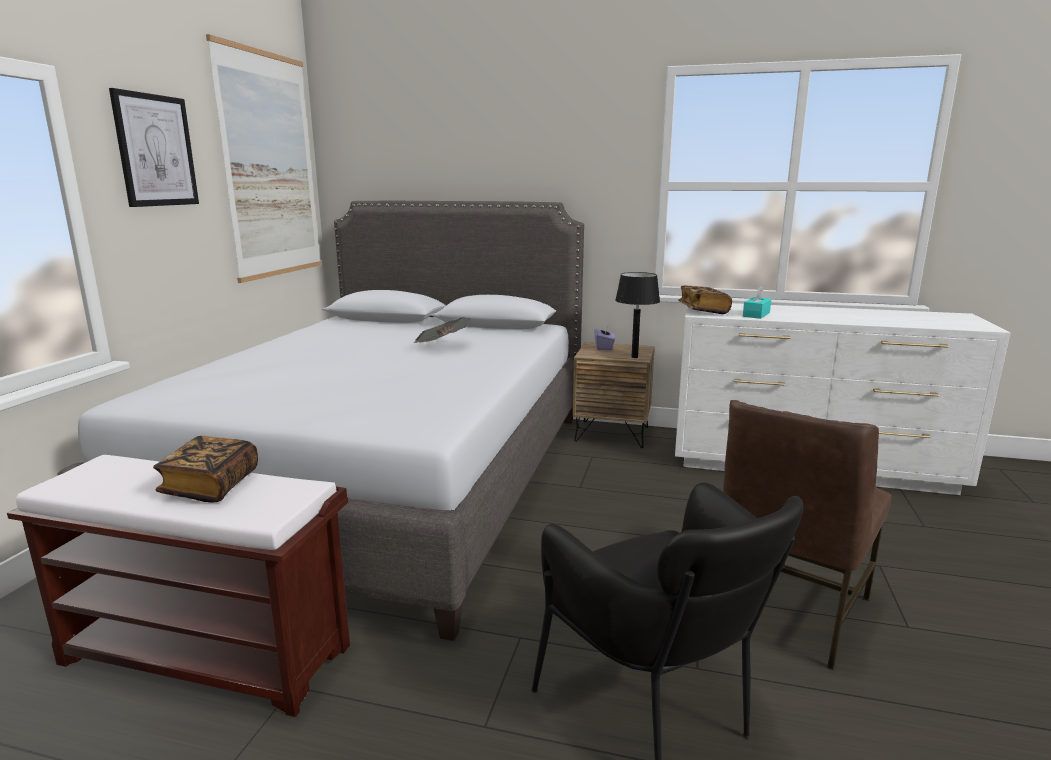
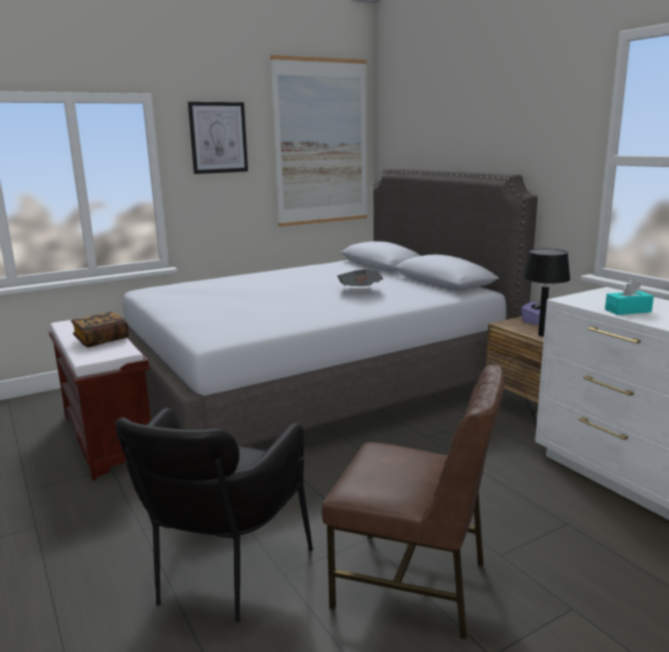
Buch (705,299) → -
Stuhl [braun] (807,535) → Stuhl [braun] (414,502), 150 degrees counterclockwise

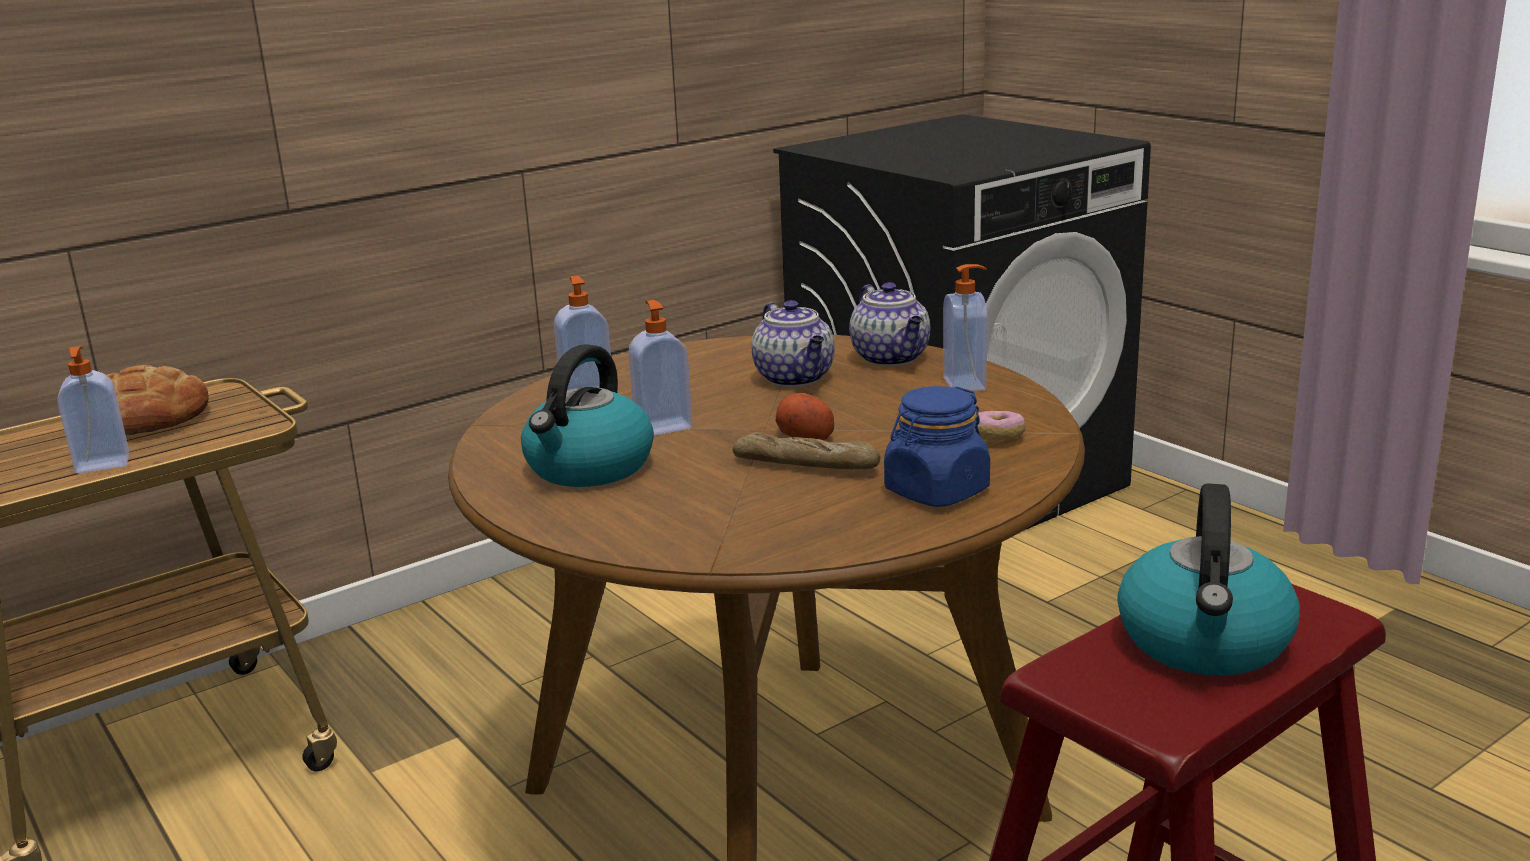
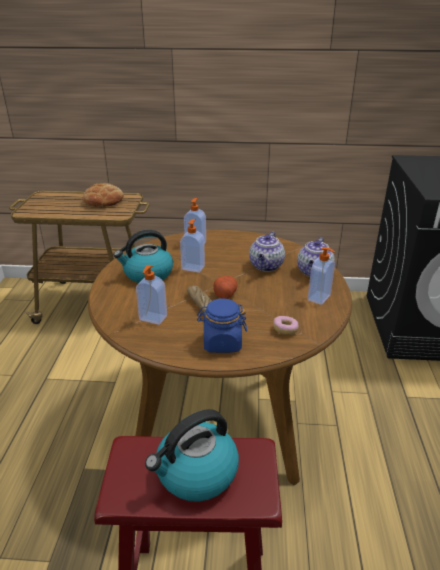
Seifenspender (93,410) → Seifenspender (151,295), move

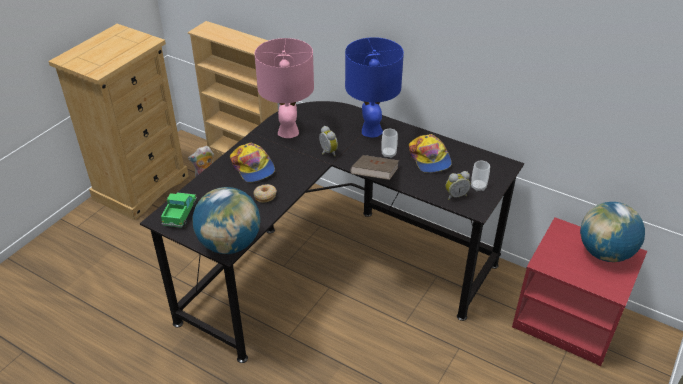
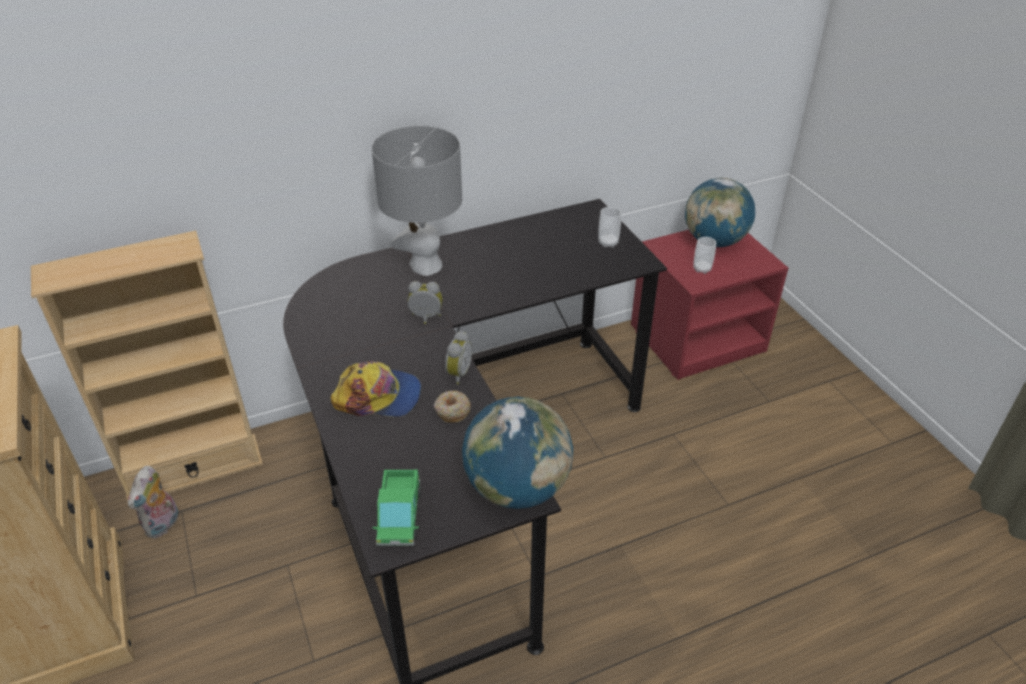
Spielzeuglaster (179,210) → Spielzeuglaster (397,508), 135 degrees counterclockwise
Tischlampe [rosa] (284,88) → -
Tischlampe [blau] (374,87) → Tischlampe [grau] (416,200)
Buch [braun] (374,167) → -
Tasse (390,143) → Tasse (704,255), move
Kappe (430,153) → -
Wecker (458,185) → Wecker (458,358), move

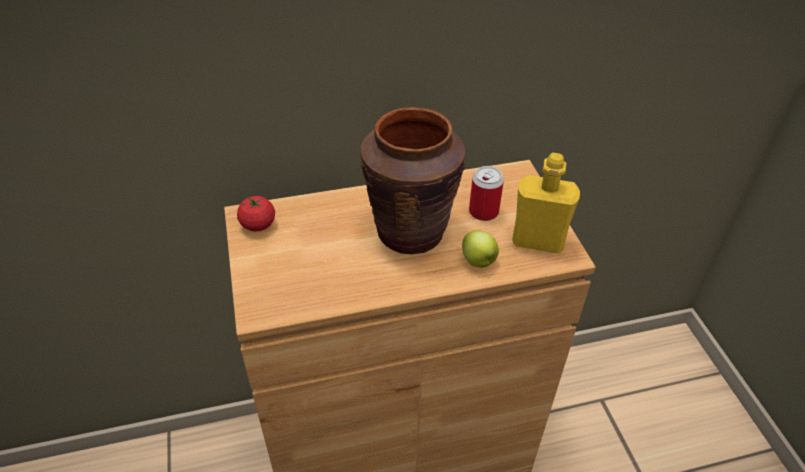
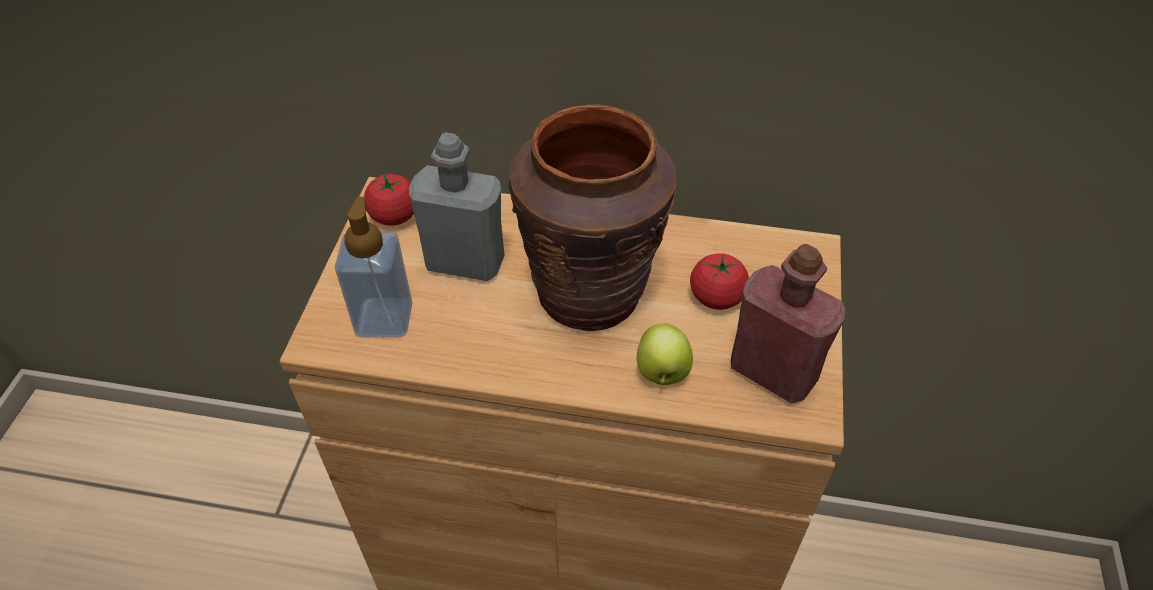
Dose (486,193) → Tomate (719,281)
Flasche [gelb] (546,203) → Flasche [rot] (788,324)
- → Seifenspender (373,267)
- → Flasche [grau] (456,206)

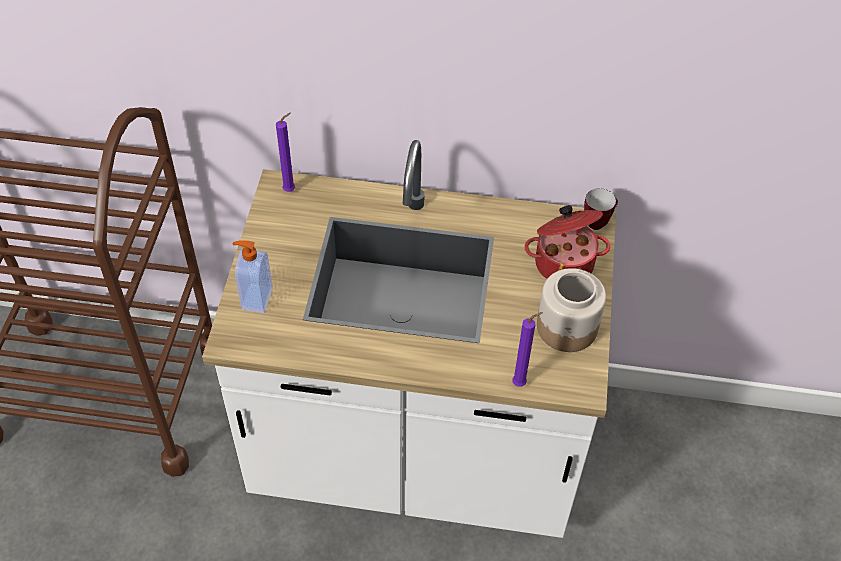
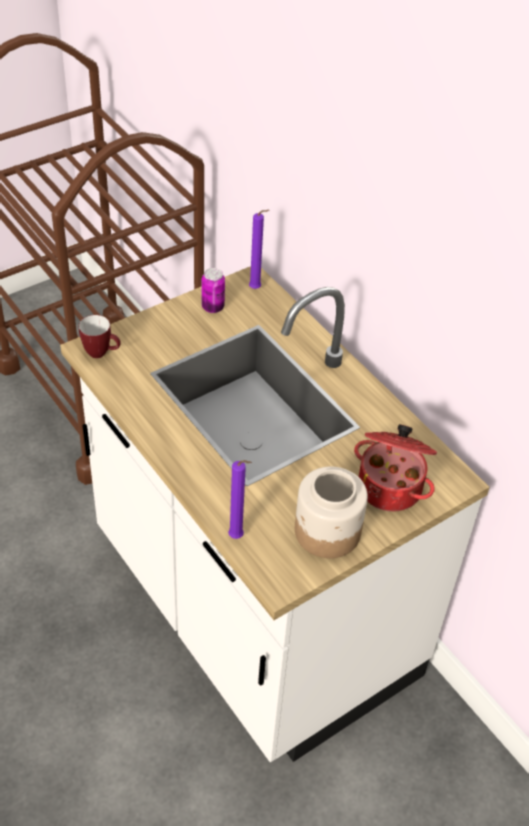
Seifenspender (252,277) → -
Henkelbecher (601,209) → Henkelbecher (100,336), move
- → Dose (213,290)

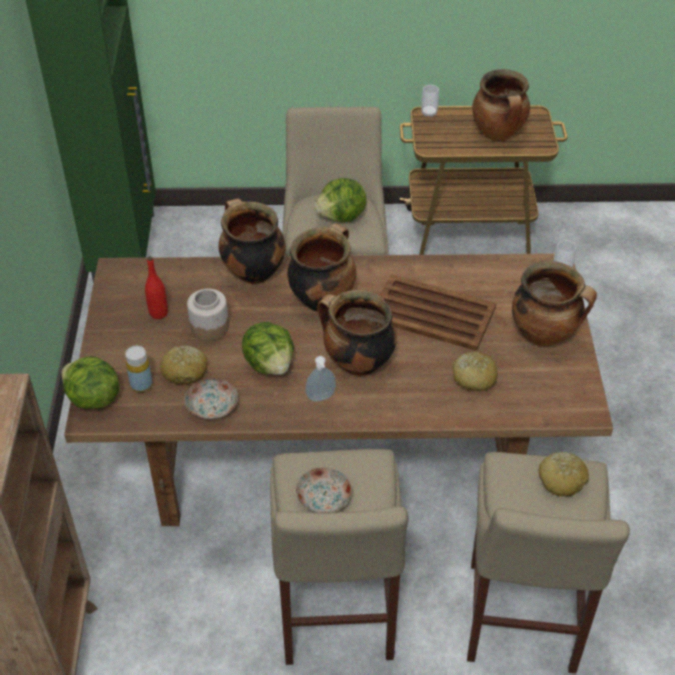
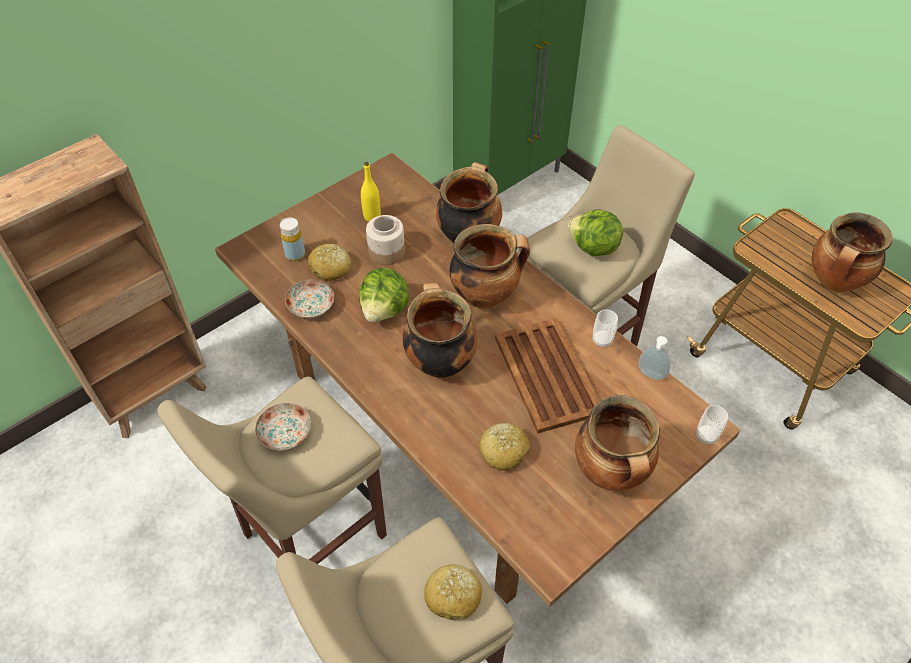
Salatkopf (91,382) → -
Flasche [rot] (156,288) → Flasche [gelb] (371,192)
Seifenspender (320,379) → Seifenspender (655,358), move
Tasse (430,101) → Tasse (605,328), move

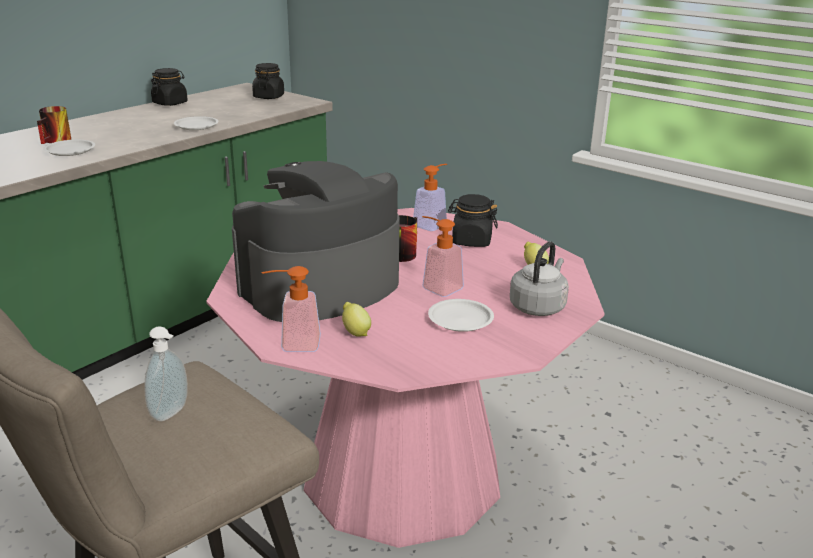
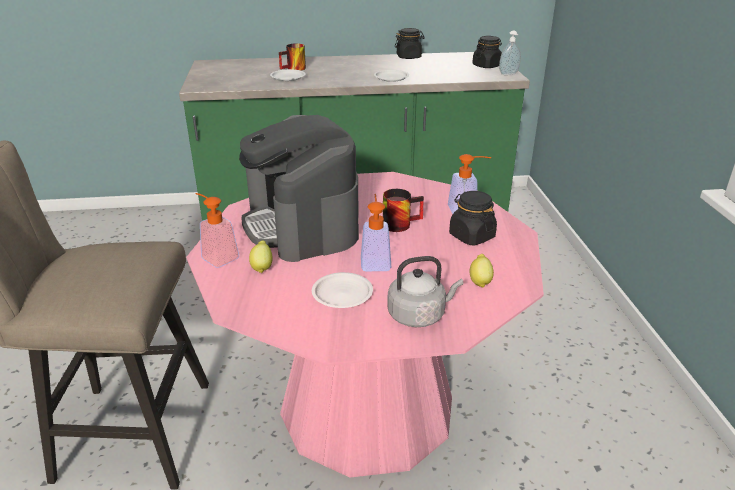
Seifenspender (166,373) → Seifenspender (510,53), move
Kaffeemaschine (316,241) → Kaffeemaschine (299,188), 120 degrees counterclockwise

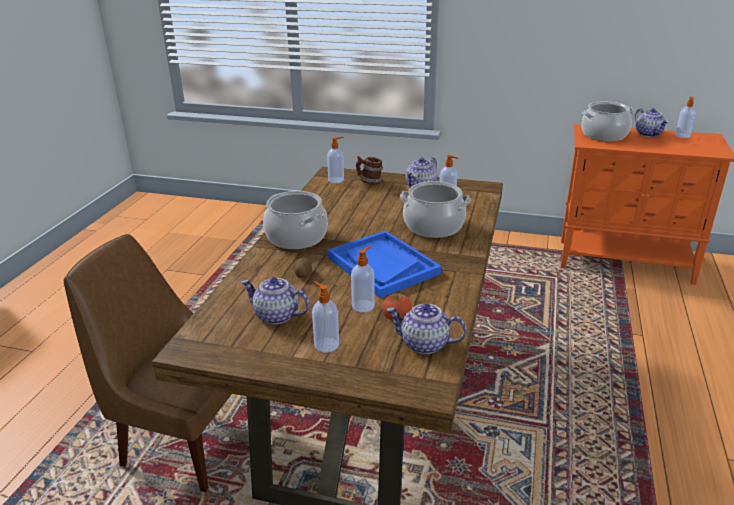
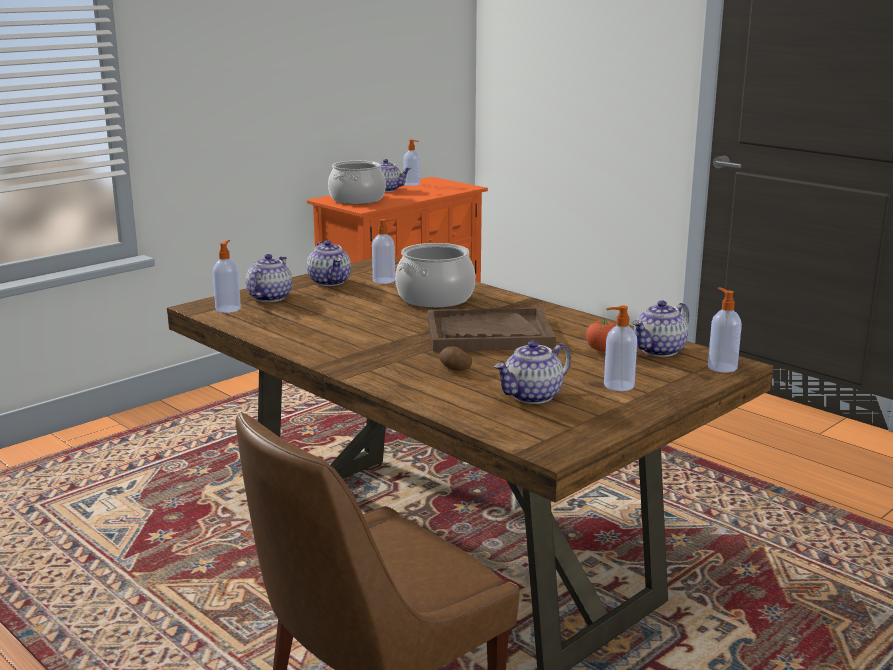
Kochtopf (295,220) → -
Tablett [blau] (384,264) → Tablett [braun] (492,329)
Seifenspender (363,279) → Seifenspender (725,330), move
Henkelbecher (369,170) → Teekanne (269,278)

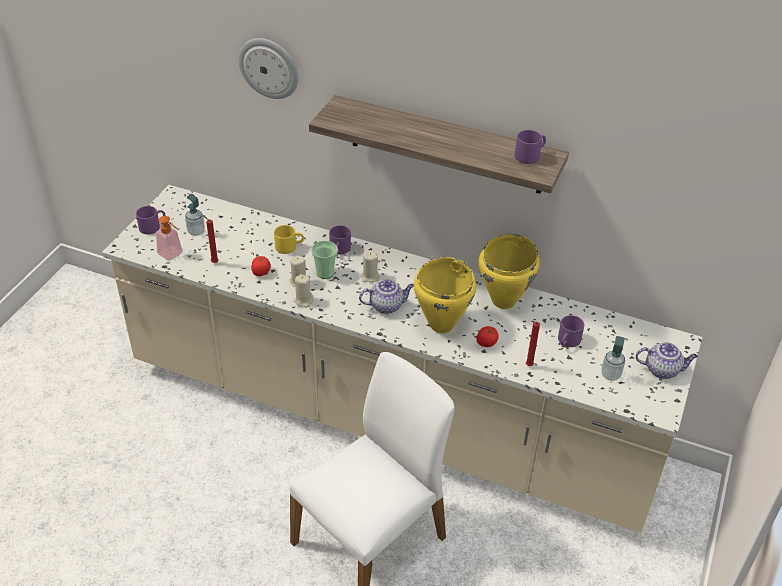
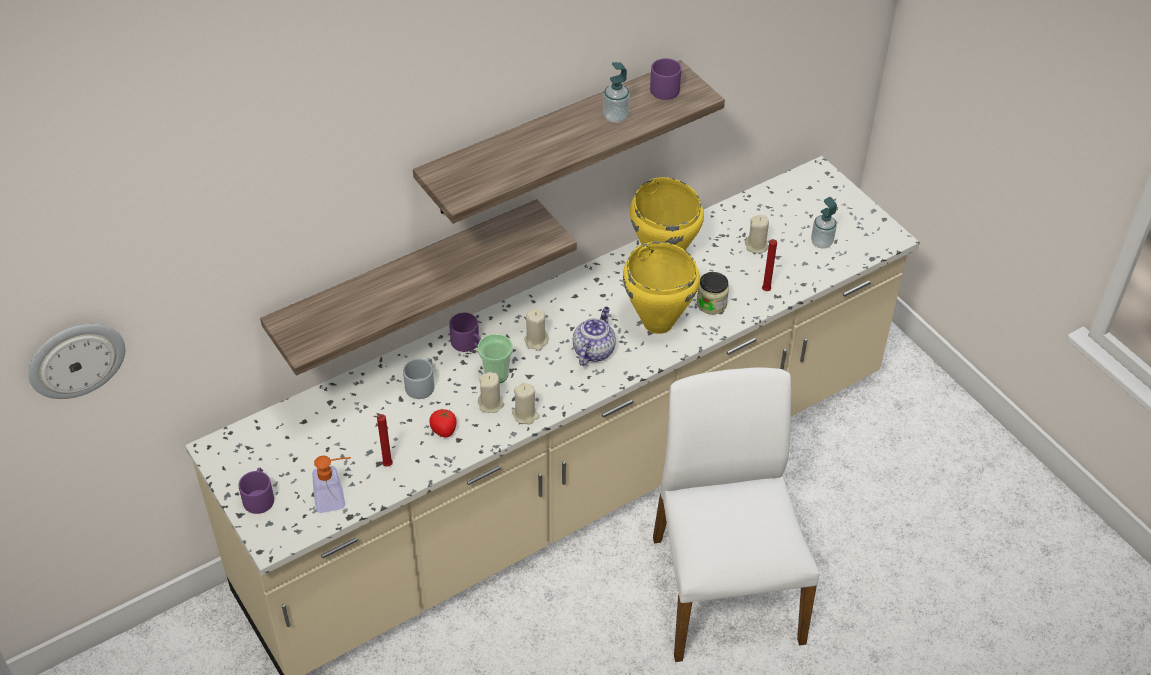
Seifenspender (195,215) → Seifenspender (616,92), move
Wanduhr (268,68) → Wanduhr (76,361), move
Henkelbecher [gelb] (289,239) → Henkelbecher [grau] (418,378)
Tomate (487,336) → Vorratsglas (713,293)
Henkelbecher [lila] (571,331) → Kerze [beige] (757,234)
Teekanne (666,360) → -
- → Wandregal (418,287)

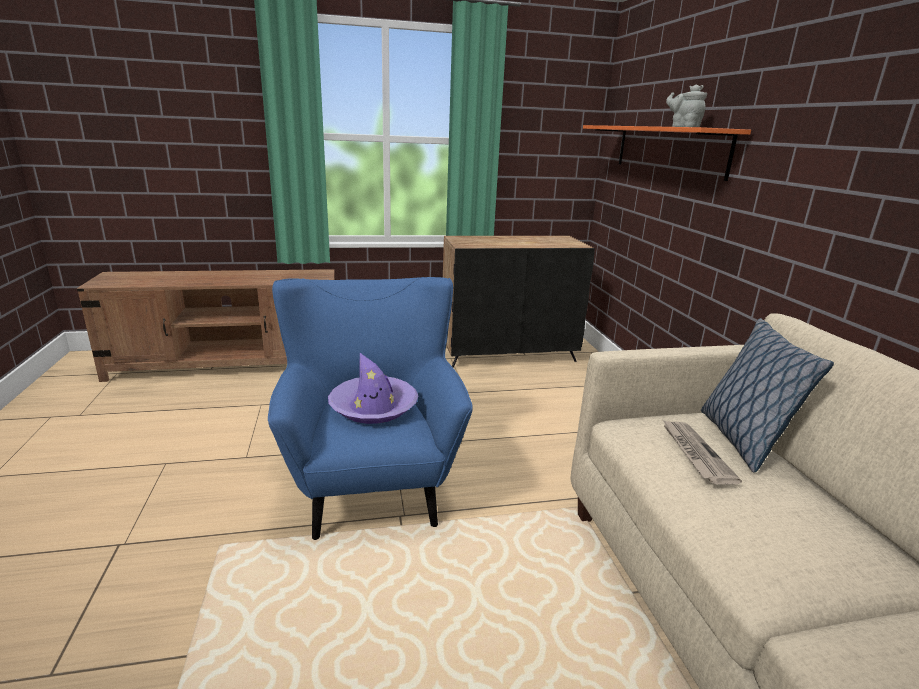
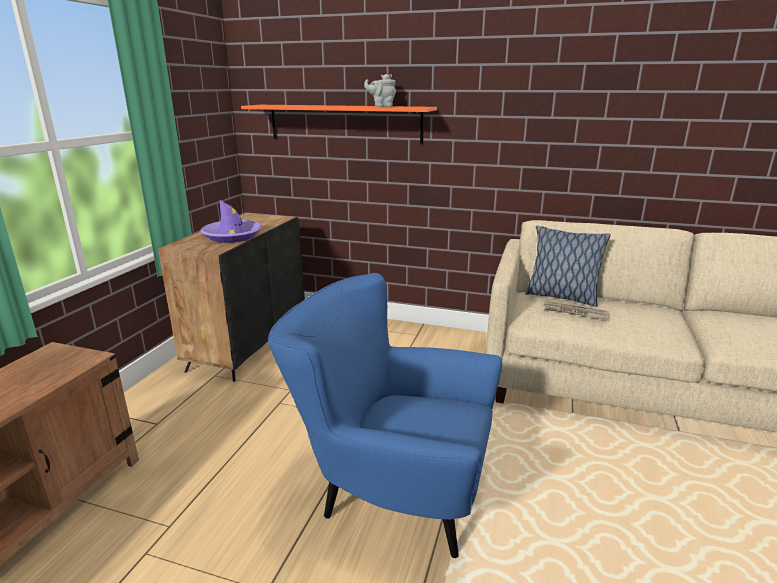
Hut [lila] (373,388) → Hut [lila] (231,221), move

